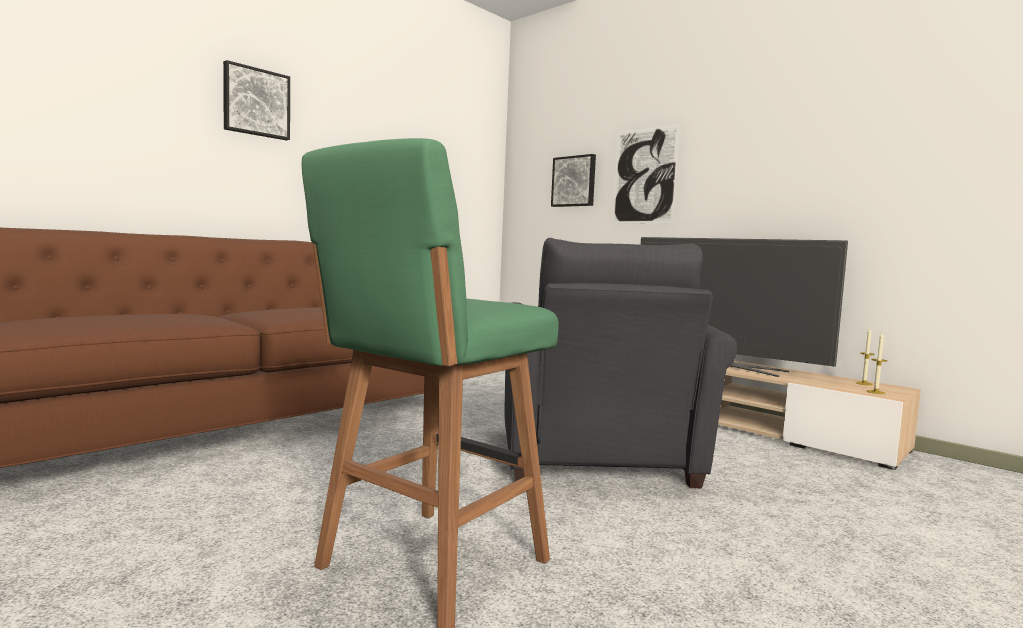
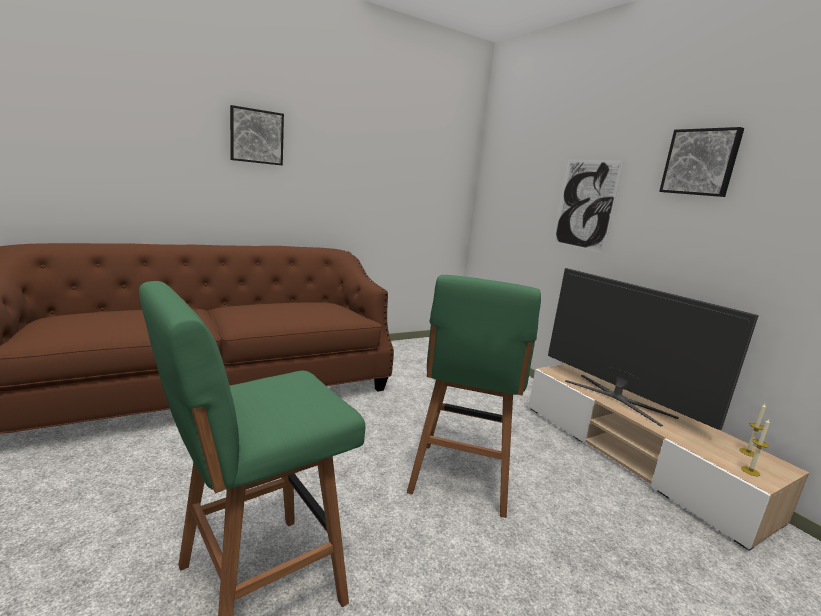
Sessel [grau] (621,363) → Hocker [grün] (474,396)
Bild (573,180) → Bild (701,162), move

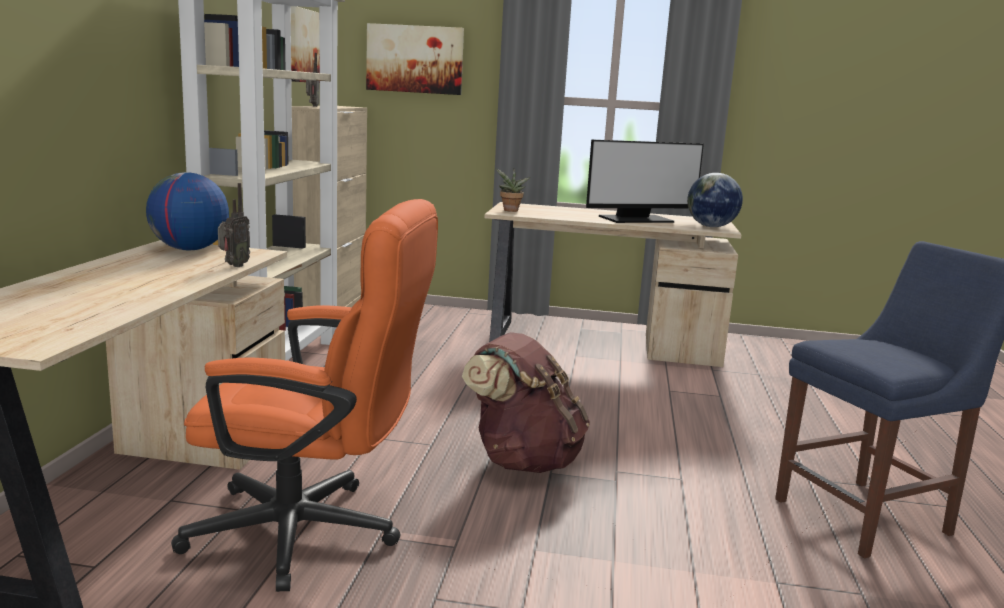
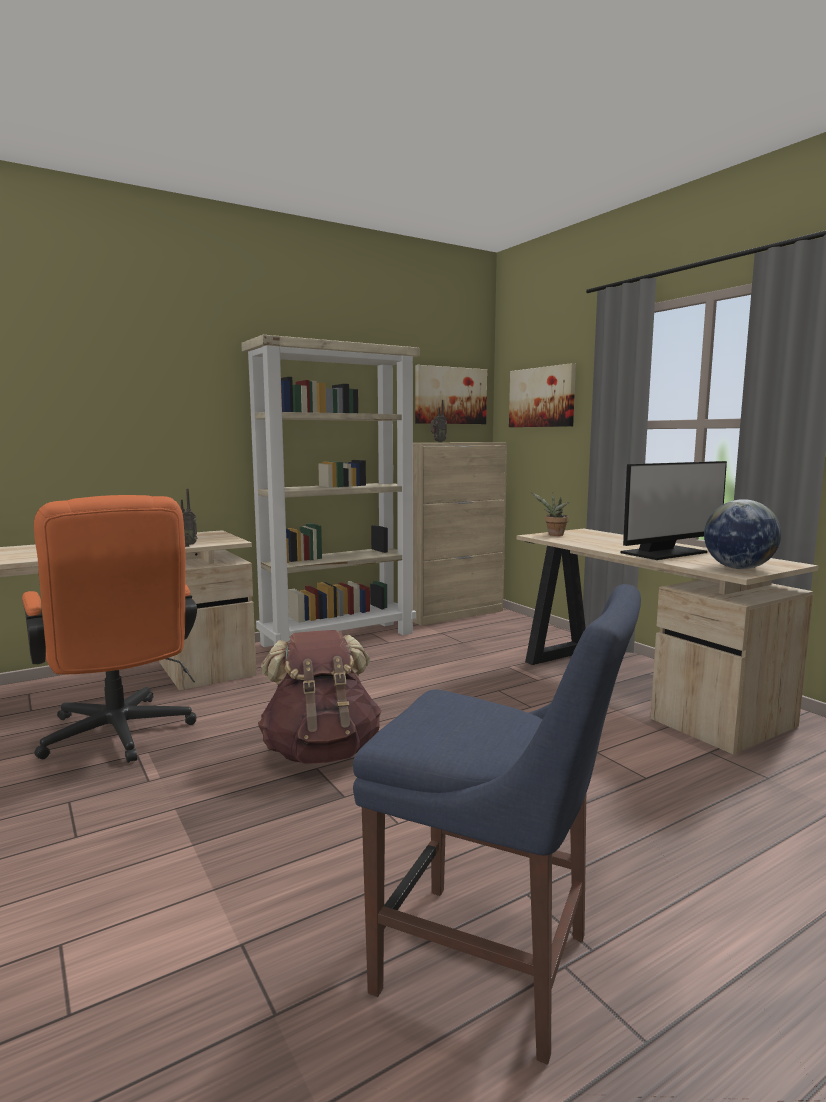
Globus (187,211) → -
Monitor (645,181) → Monitor (674,510), 60 degrees counterclockwise

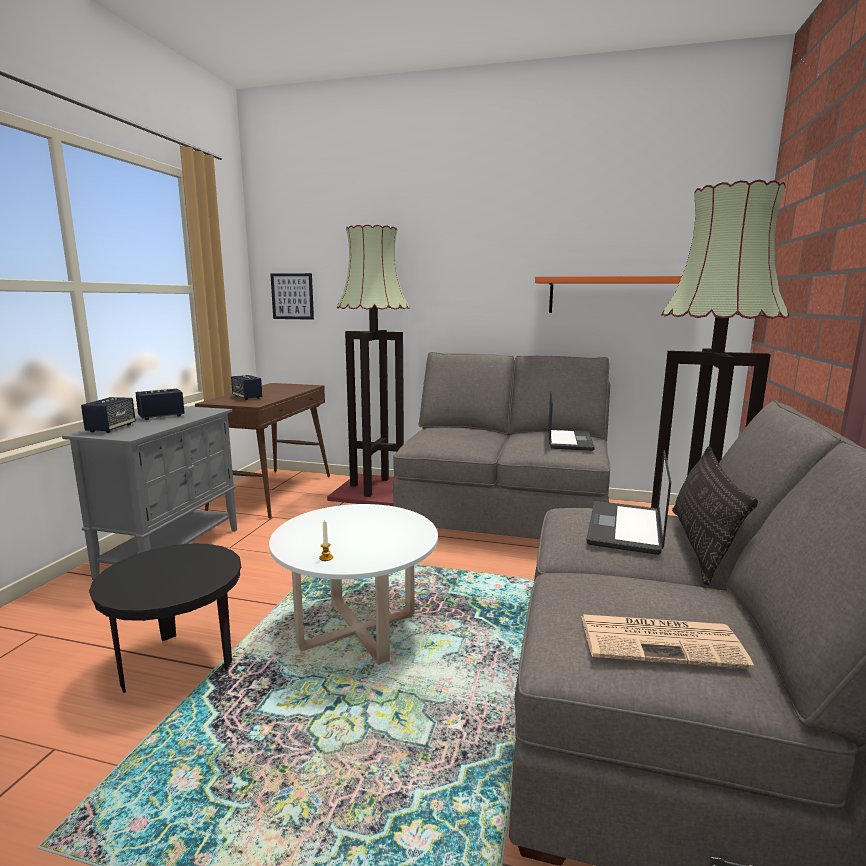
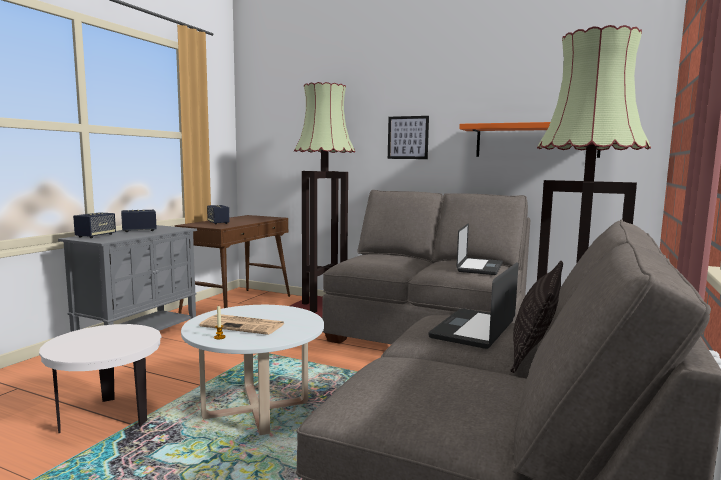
Beistelltisch [schwarz] (165,618) → Beistelltisch [weiß] (100,378)
Bild (292,296) → Bild (408,137), move
Zeitung (667,641) → Zeitung (241,324), move

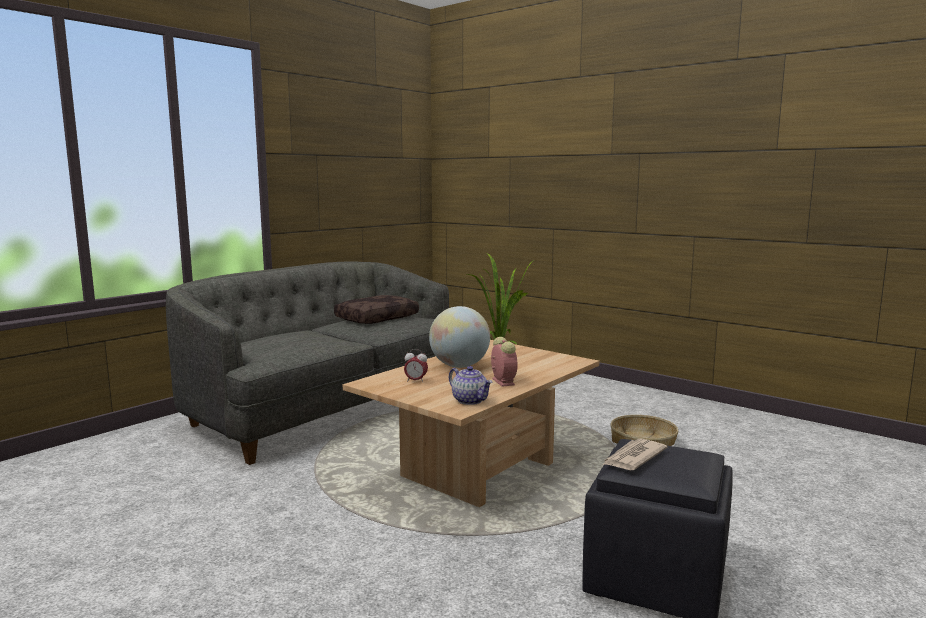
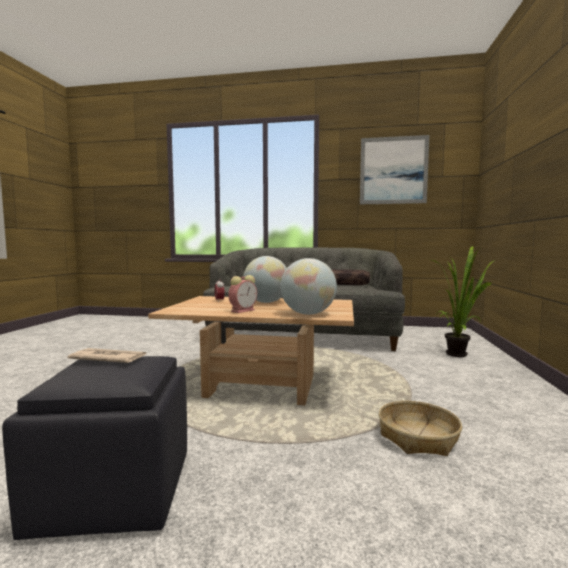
Teekanne (471,385) → -
- → Globus (309,286)
- → Bild (395,169)

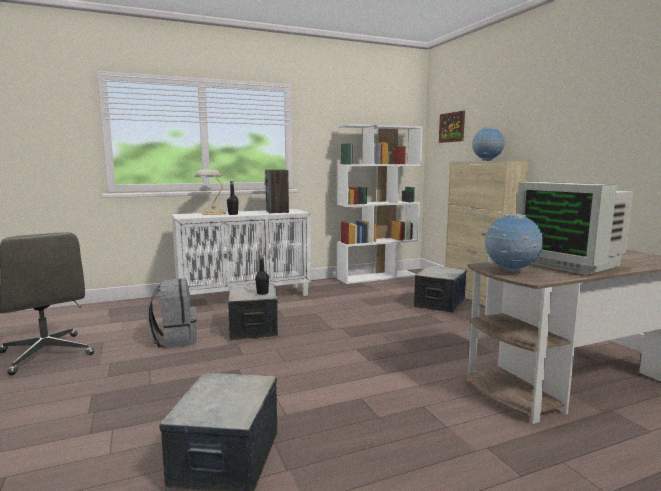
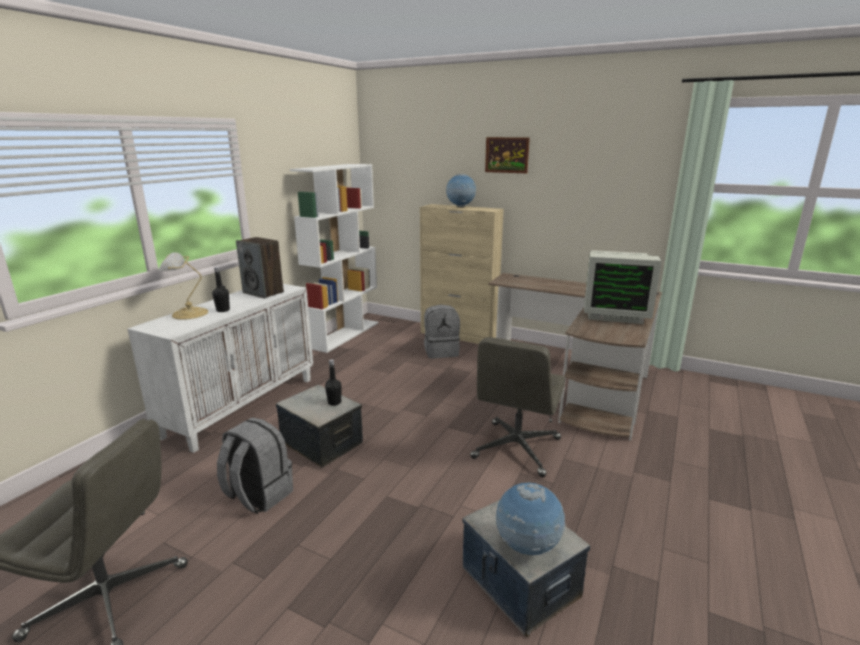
Aufbewahrungsbox (440,289) → Rucksack [grau] (442,331)
Bild (452,127) → Bild (507,155), move
Globus (514,243) → Globus (531,519), move
- → Bürostuhl [grau] (517,407)

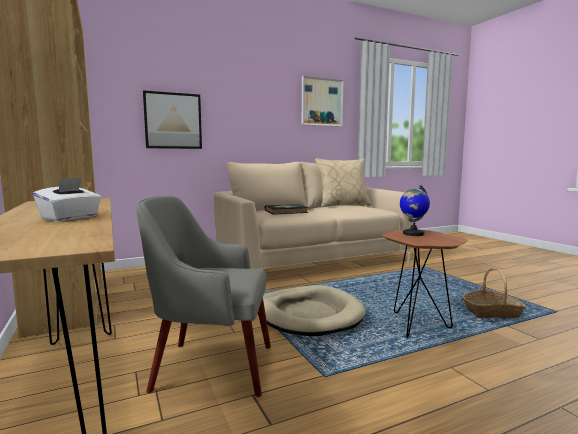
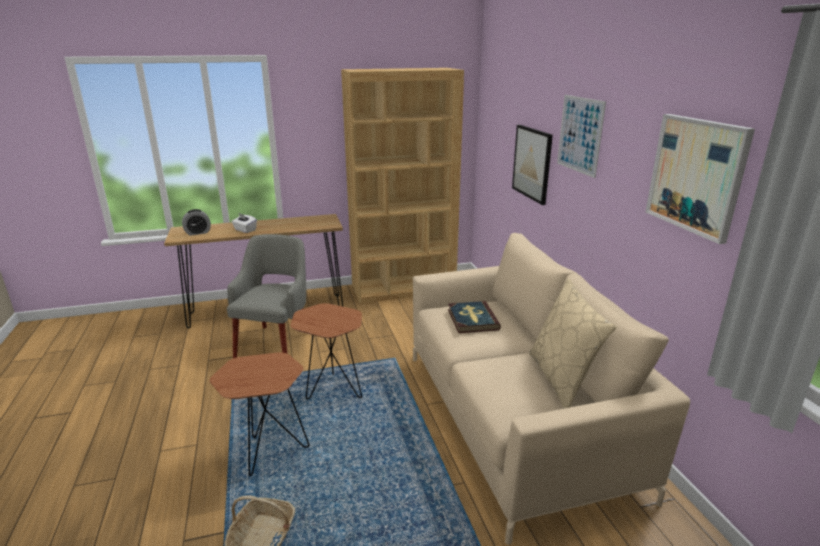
Hundebett [beige] (311,310) → Beistelltisch [braun] (326,351)
Globus (415,210) → -
- → Wecker (196,222)
- → Bild (581,136)

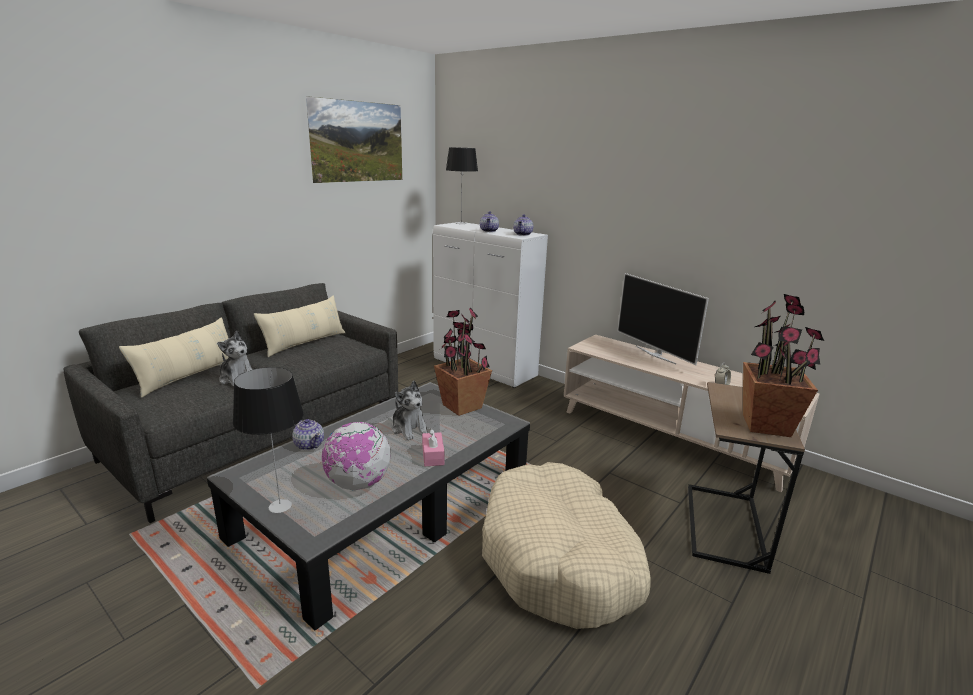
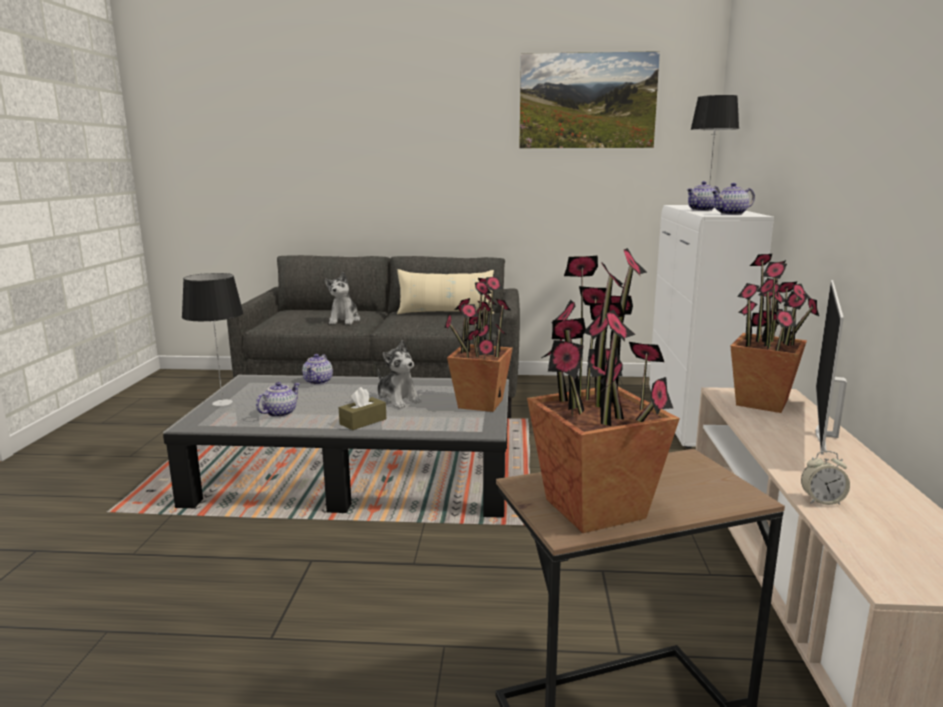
Kissen [beige] (173,357) → -
Globus (356,456) → Teekanne (278,399)
Plüschtier (410,410) → Plüschtier (399,374), 60 degrees counterclockwise
Taschentuchbox [rosa] (433,447) → Taschentuchbox [braun] (362,408)
Hundebett [beige] (566,545) → -
- → Topfpflanze (774,333)

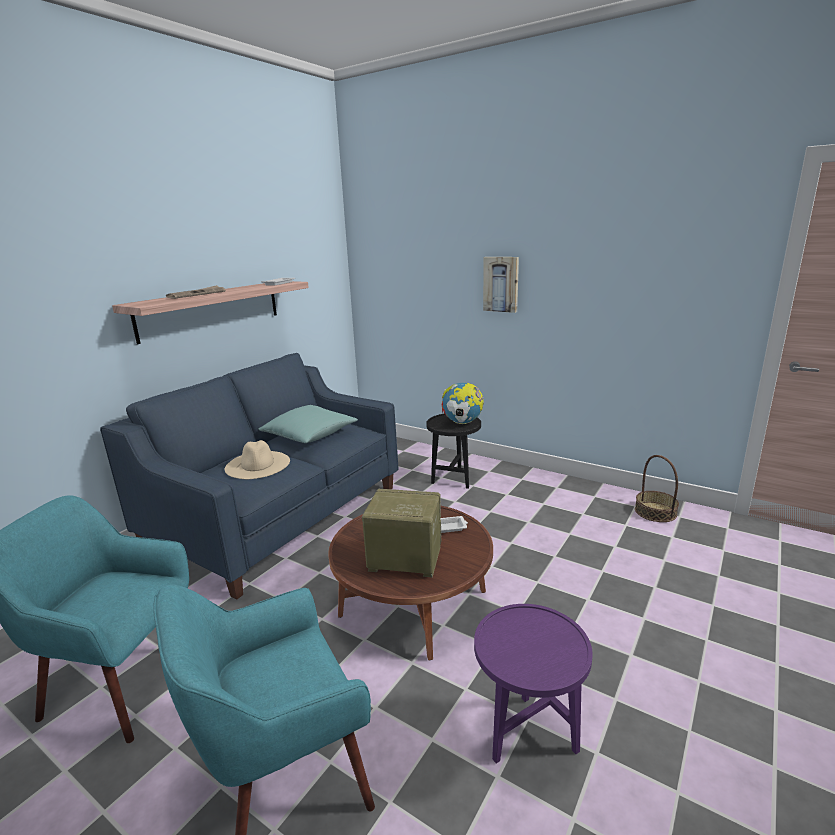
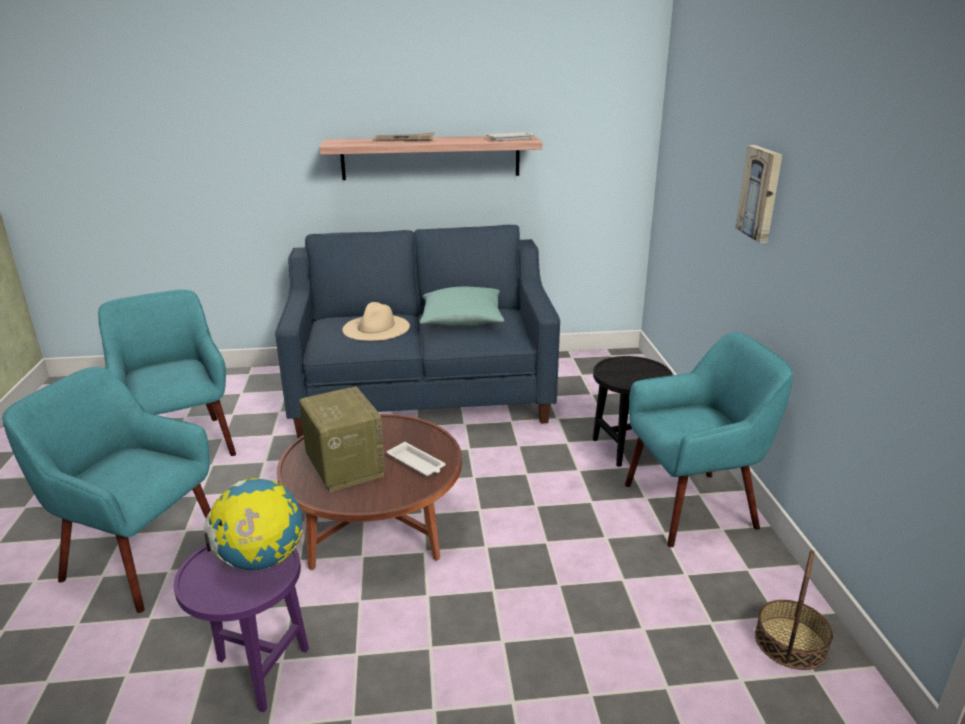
Globus (463,403) → Globus (253,524), move
- → Sessel [türkis] (709,439)

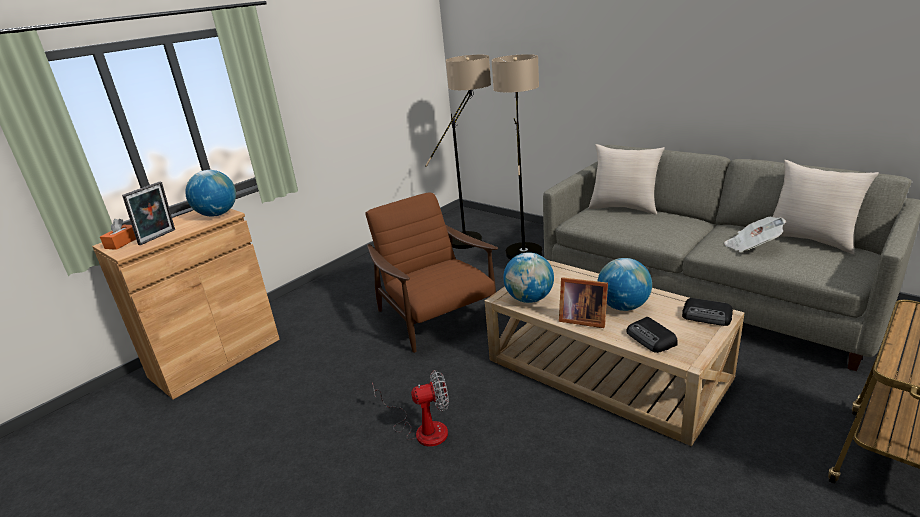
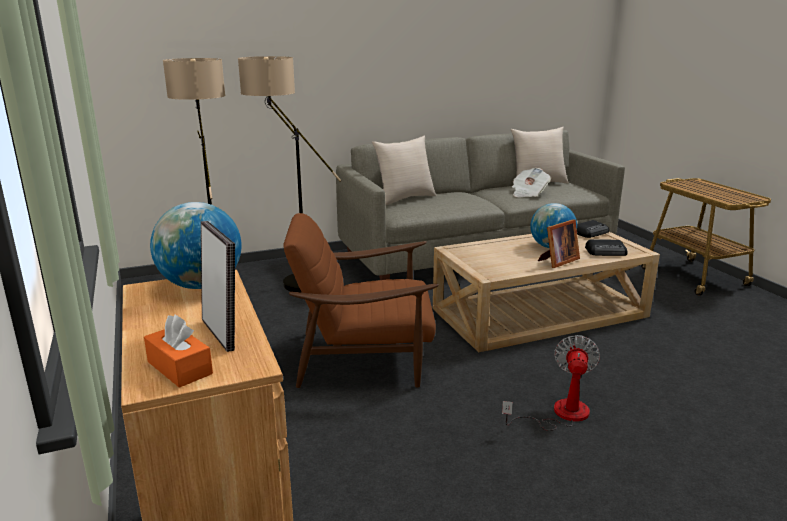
Globus (528,277) → -

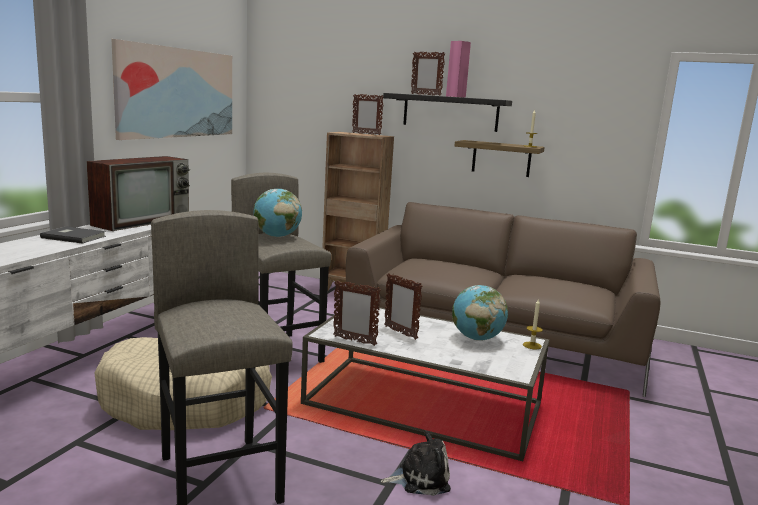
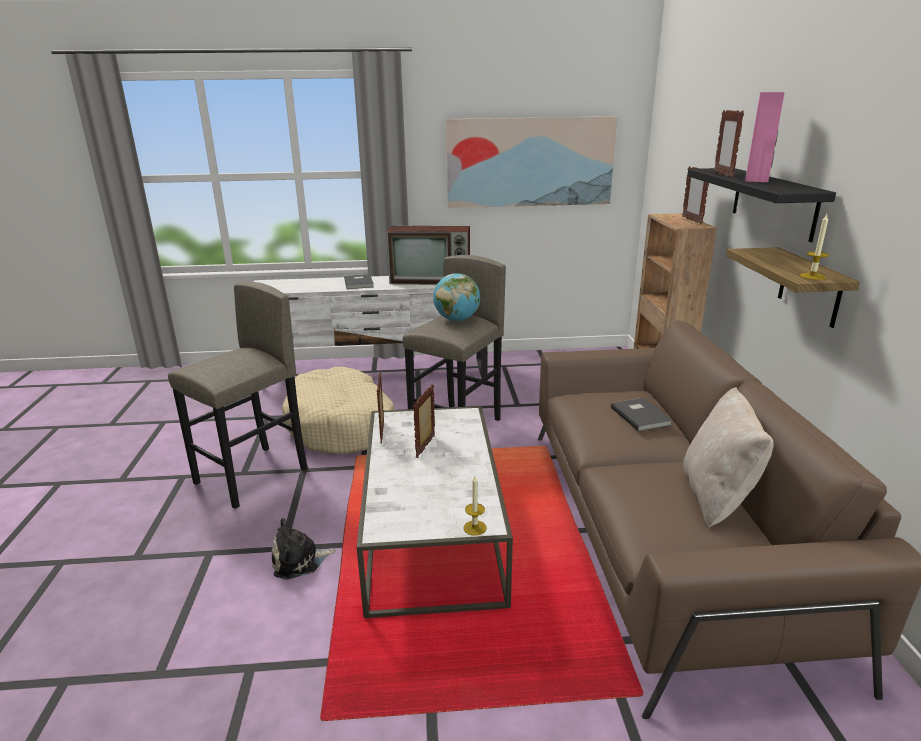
Plüschtier (415,463) → Plüschtier (303,549), 105 degrees clockwise
Globus (480,313) → -
- → Buch [grau] (642,414)
- → Kissen [beige] (728,457)

